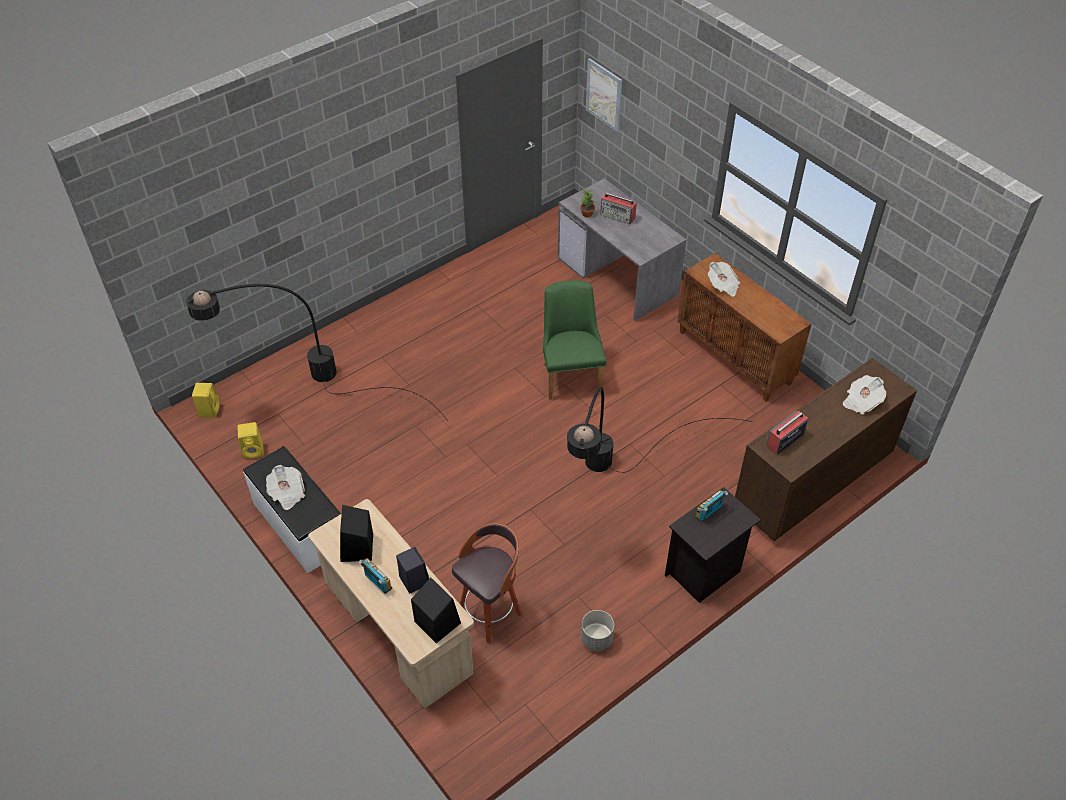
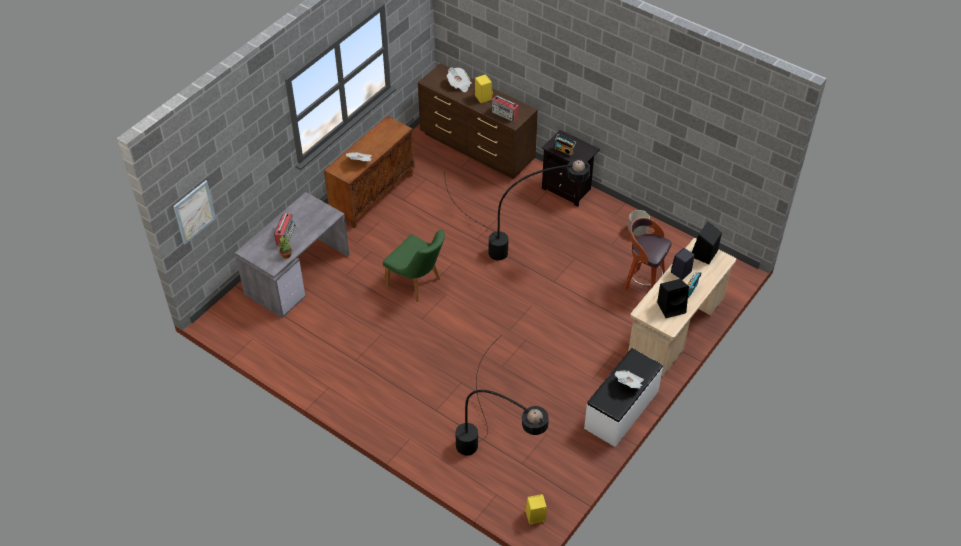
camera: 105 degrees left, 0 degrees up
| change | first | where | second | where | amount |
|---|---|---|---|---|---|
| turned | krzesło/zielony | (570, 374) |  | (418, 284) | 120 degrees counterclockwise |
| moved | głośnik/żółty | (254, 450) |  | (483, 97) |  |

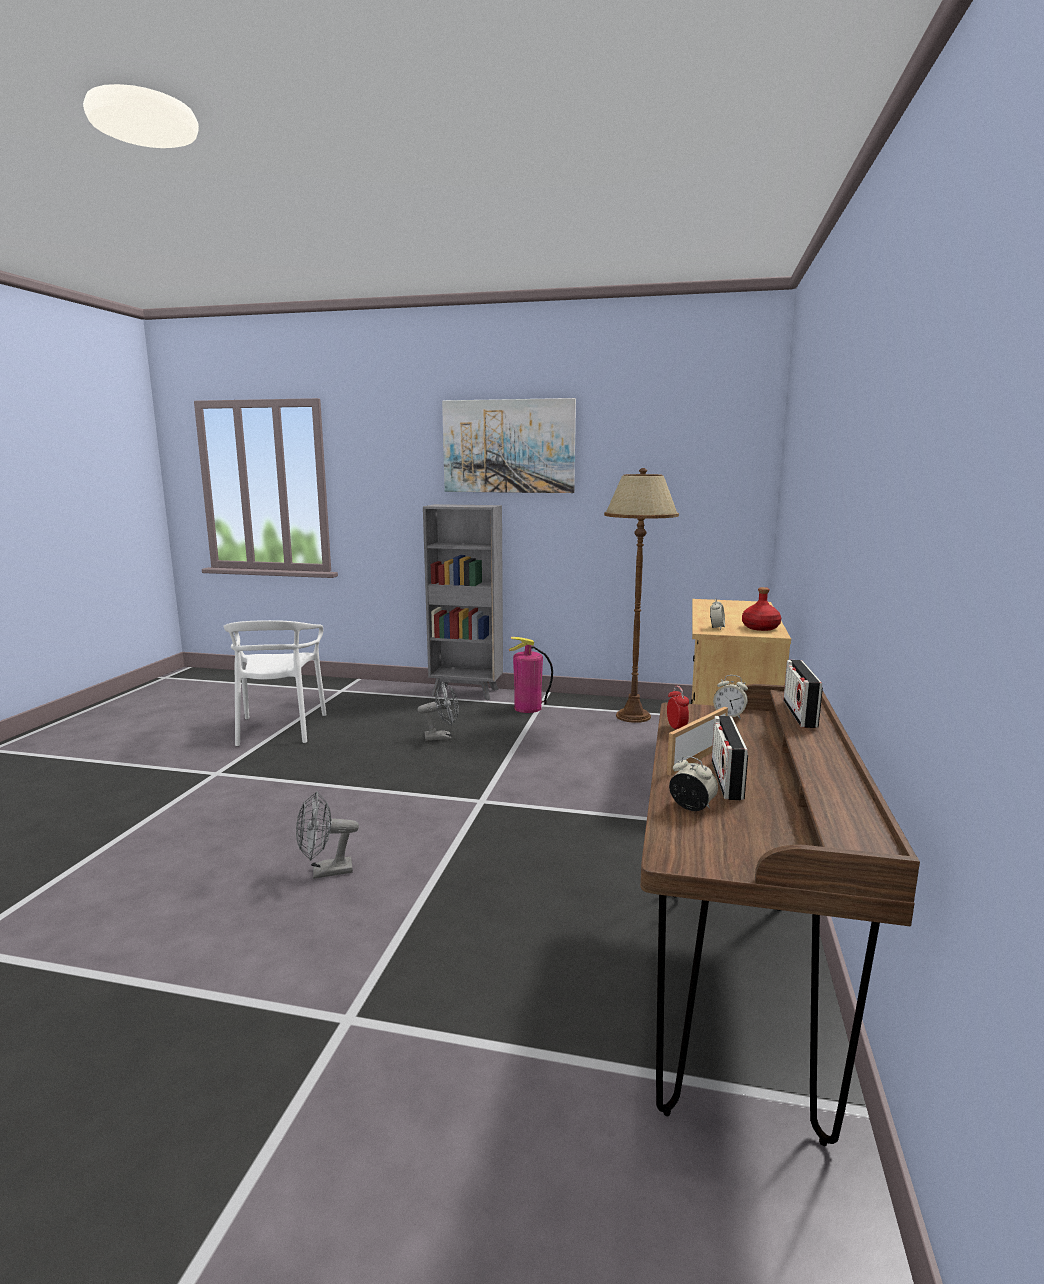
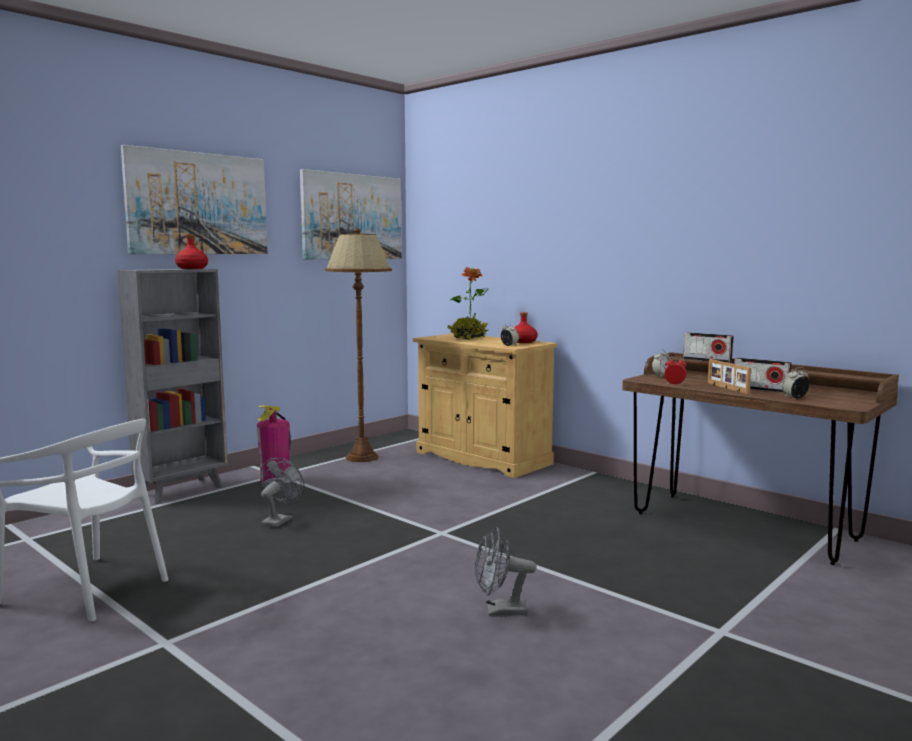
camera: 60 degrees left, 5 degrees down
| change | first | where | second | where | amount |
|---|---|---|---|---|---|
| added |  |  | butelka/czerwony | (192, 268) |  |
| added |  |  | obraz | (352, 217) |  |
| added |  |  | roślina doniczkowa | (468, 338) |  |
| turned | wentylator/szary | (325, 872) |  | (499, 611) | 75 degrees clockwise |

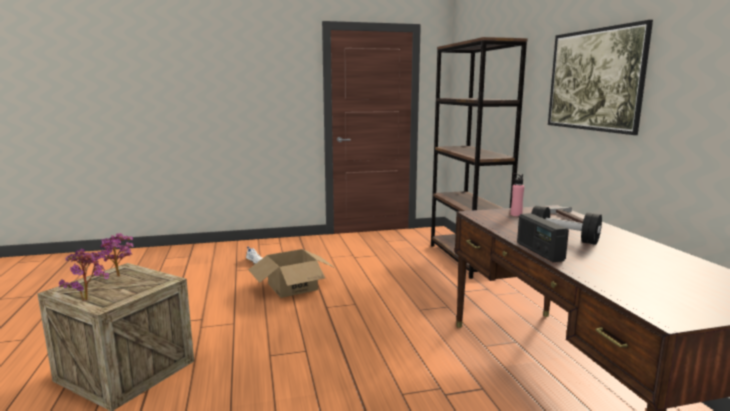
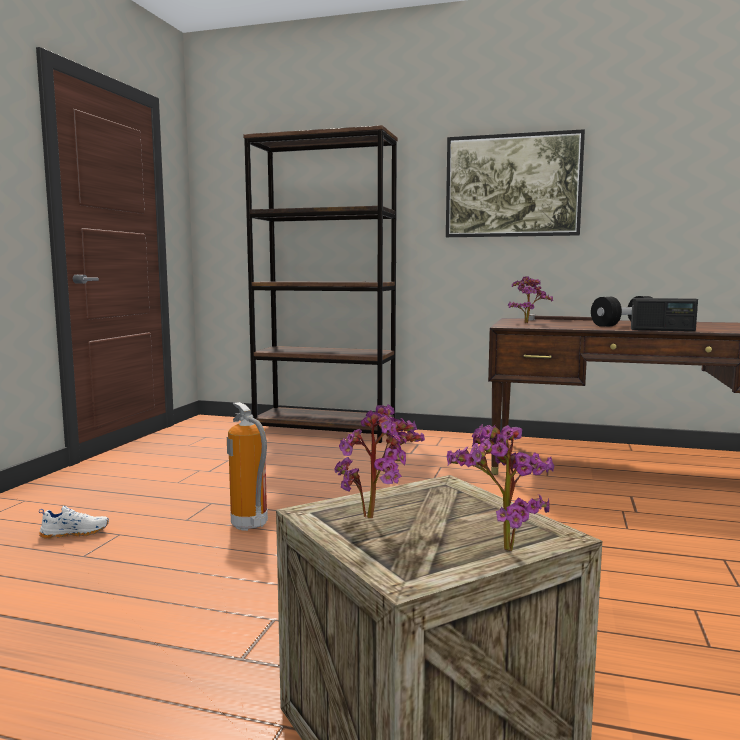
camera: 60 degrees left, 5 degrees down
| change | first | where | second | where | amount |
|---|---|---|---|---|---|
| replaced | karton | (293, 286) | gaśnica | (250, 525) |  |
| replaced | butelka/różowy | (516, 214) | roślina doniczkowa | (527, 323) |  |

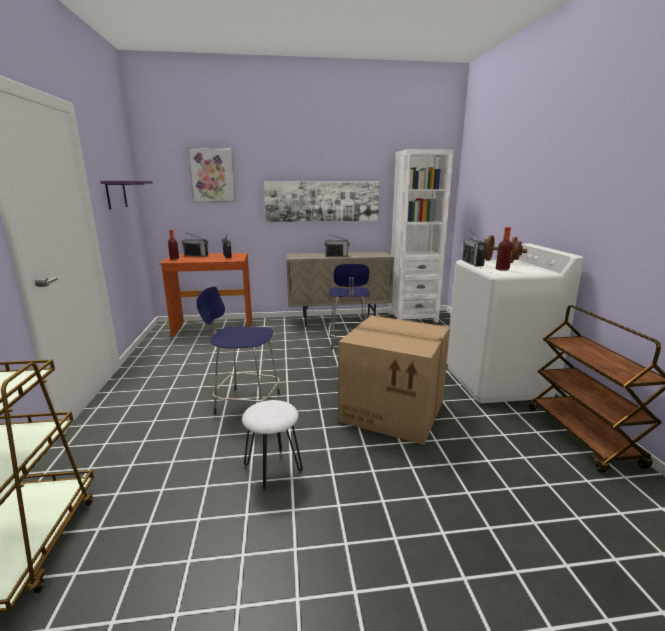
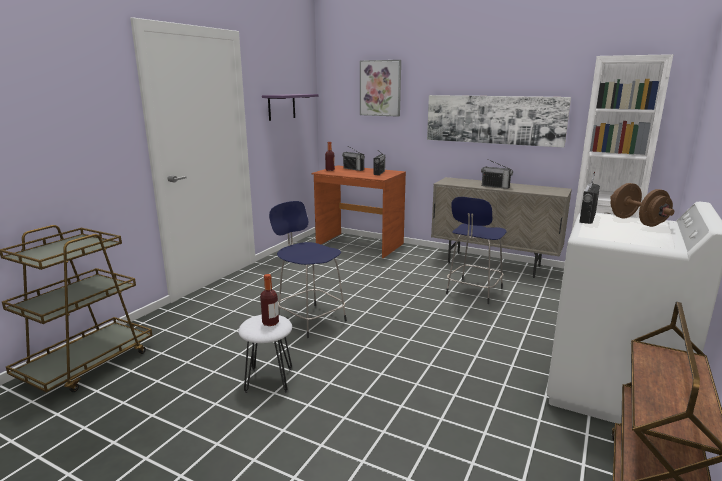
camera: 35 degrees right, 0 degrees up
| change | first | where | second | where | amount |
|---|---|---|---|---|---|
| moved | butelka | (502, 269) |  | (270, 323) |  |
| removed | karton | (394, 410) |  |  |  |

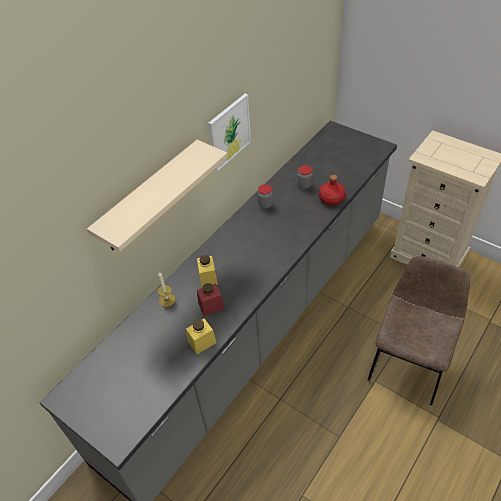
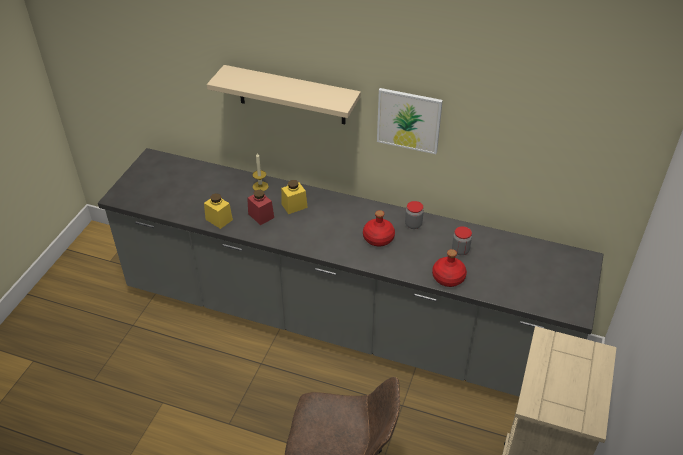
camera: 70 degrees right, 5 degrees down
| change | first | where | second | where | amount |
|---|---|---|---|---|---|
| added |  |  | butelka/czerwony | (378, 238) |  |

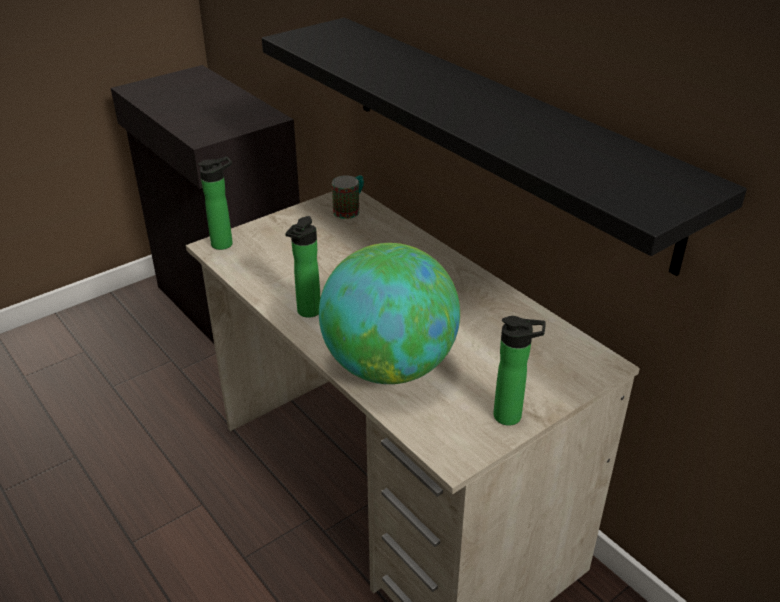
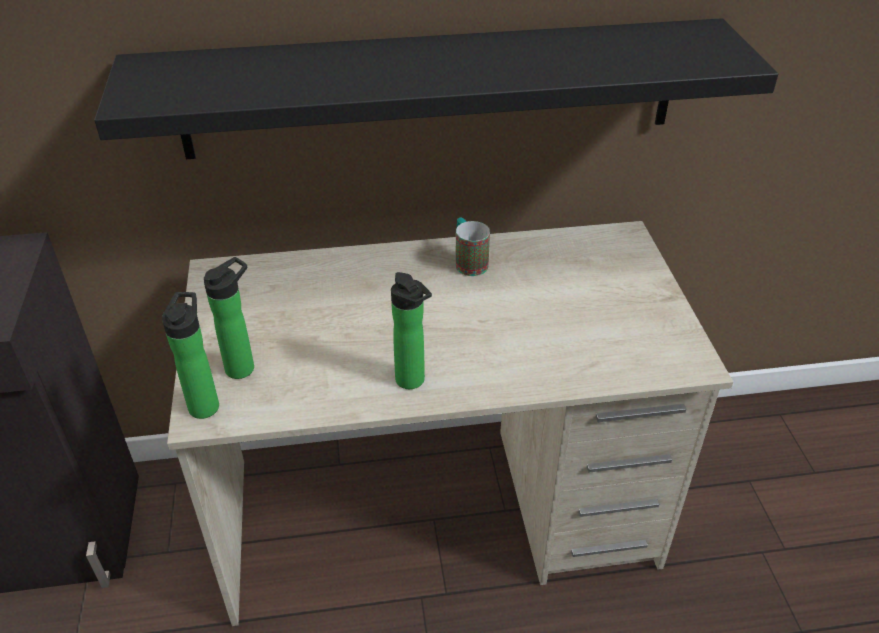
camera: 60 degrees left, 5 degrees up
| change | first | where | second | where | amount |
|---|---|---|---|---|---|
| moved | butelka | (512, 416) |  | (243, 366) |  |
| moved | kubek | (350, 209) |  | (468, 261) |  |
| removed | globus | (389, 366) |  |  |  |

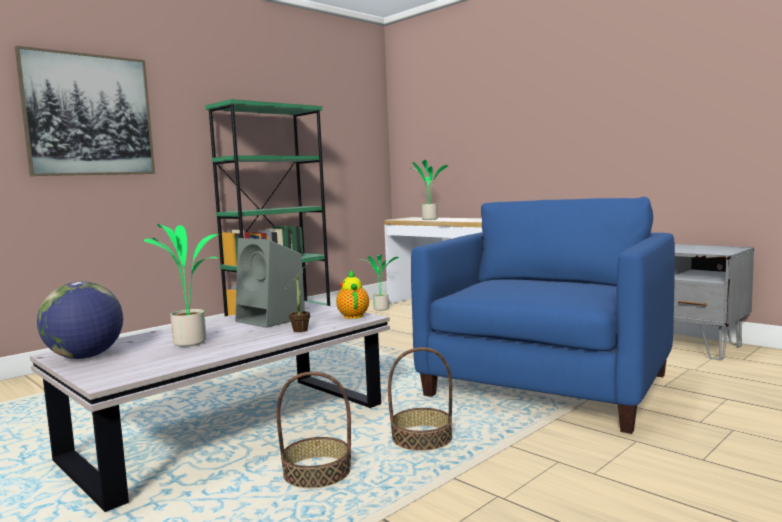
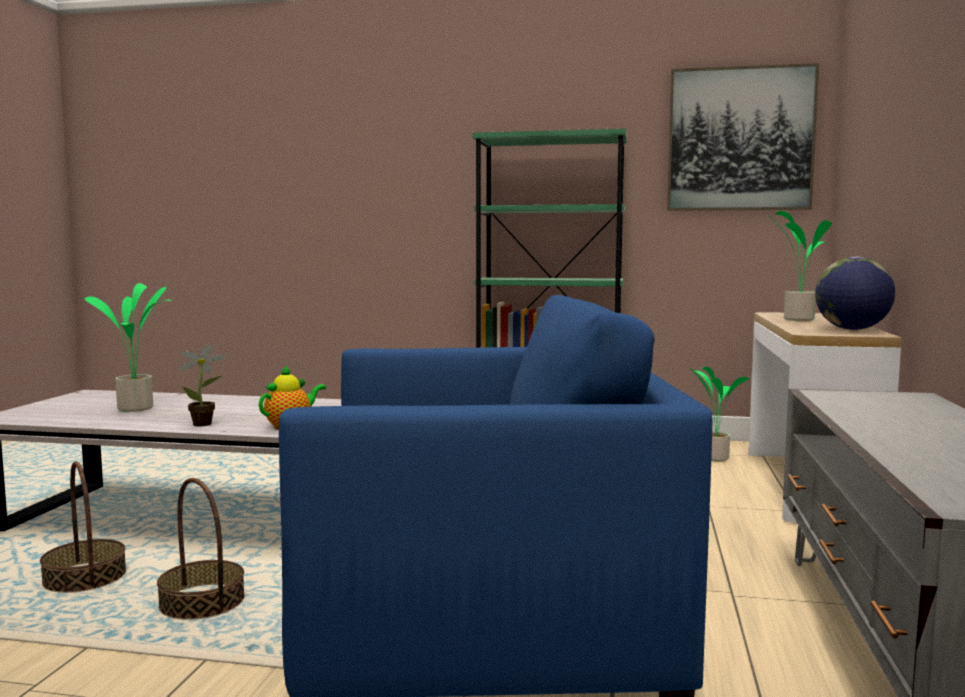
camera: 55 degrees right, 0 degrees up
| change | first | where | second | where | amount |
|---|---|---|---|---|---|
| moved | obraz | (89, 115) |  | (740, 139) |  |
| moved | globus | (85, 357) |  | (852, 329) |  |
| removed | głośnik/szary | (272, 319) |  |  |  |

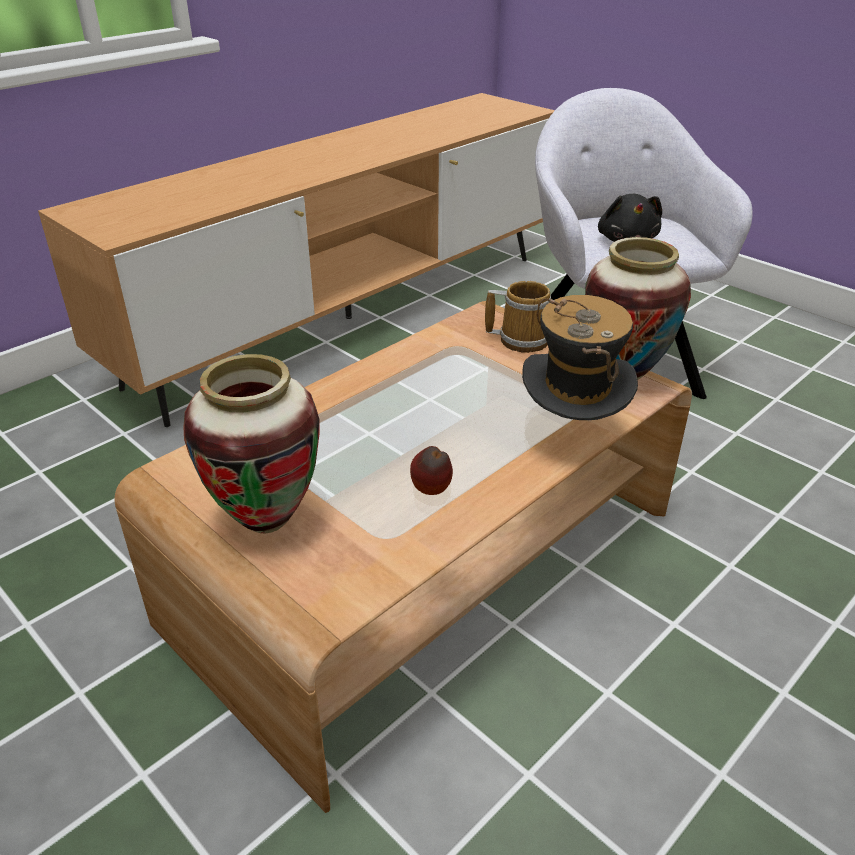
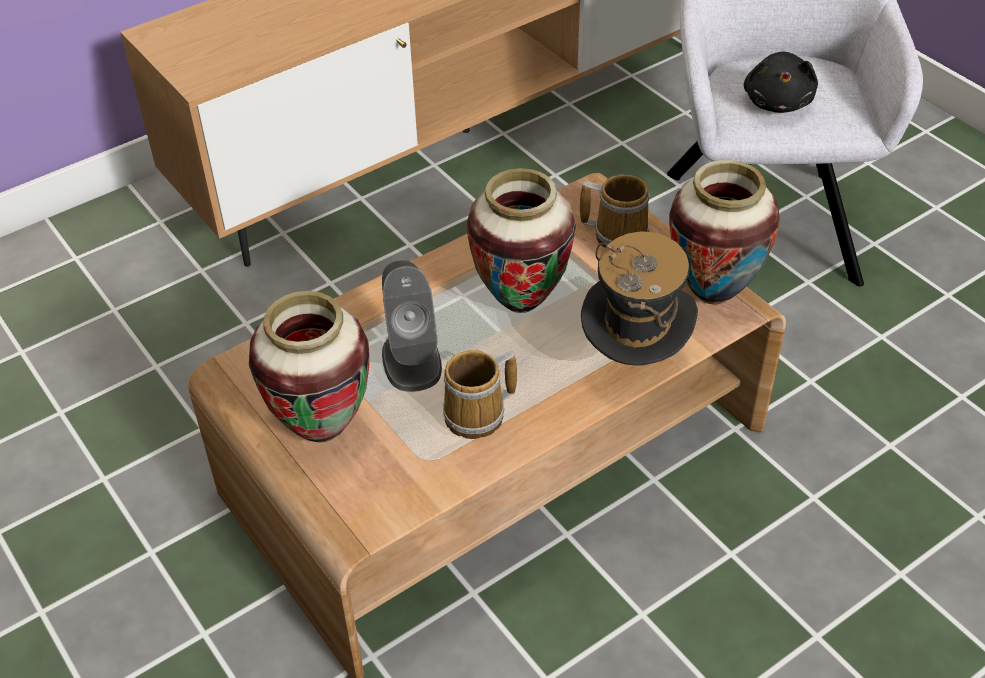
camera: 10 degrees right, 10 degrees up
| change | first | where | second | where | amount |
|---|---|---|---|---|---|
| added |  |  | głośnik/szary | (411, 360) |  |
| replaced | jabłko | (431, 492) | kubek | (479, 415) |  |
| added |  |  | wazon | (520, 301) |  |

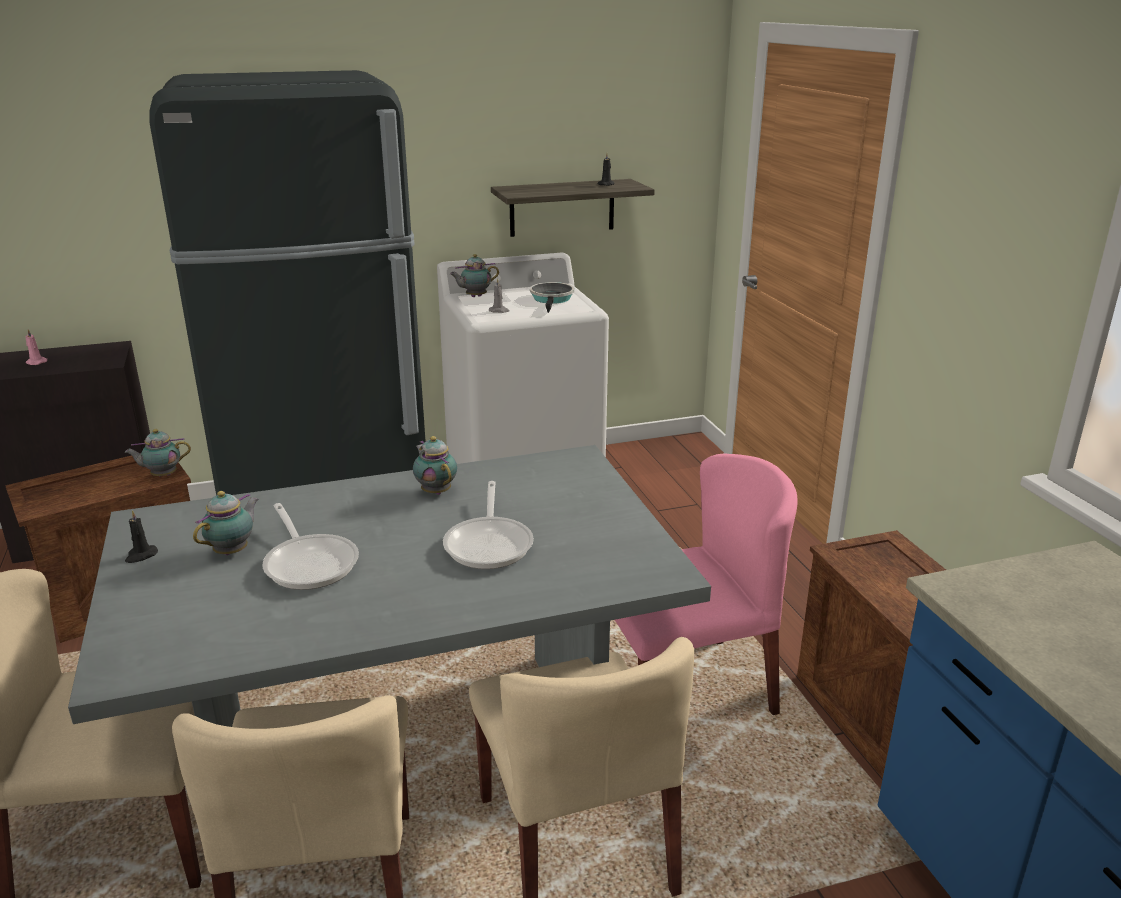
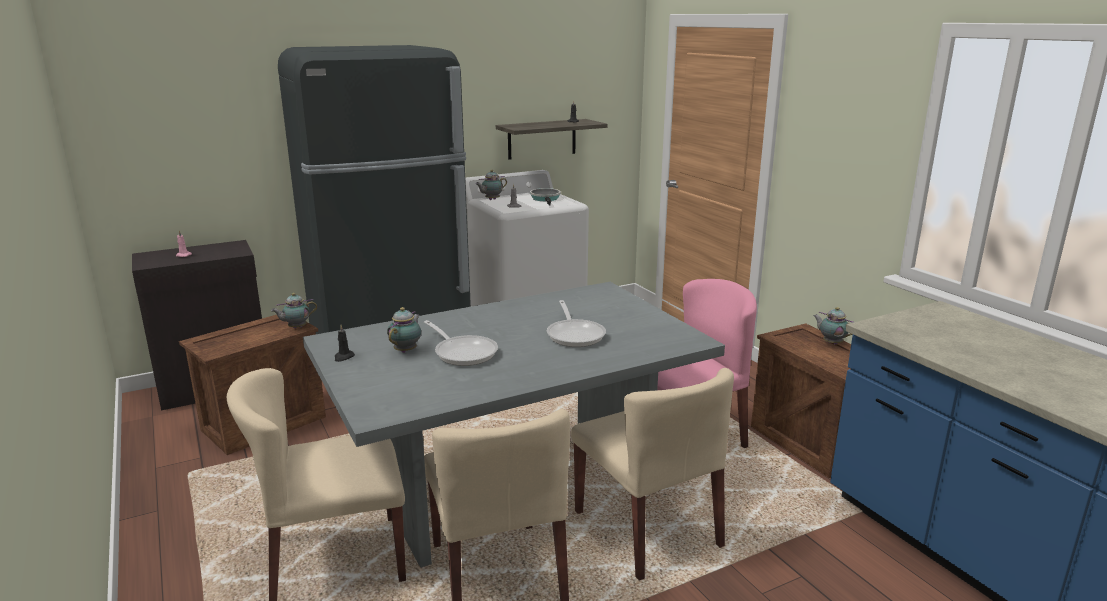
camera: 10 degrees left, 5 degrees down
| change | first | where | second | where | amount |
|---|---|---|---|---|---|
| moved | imbryk | (436, 491) |  | (831, 343) |  |

